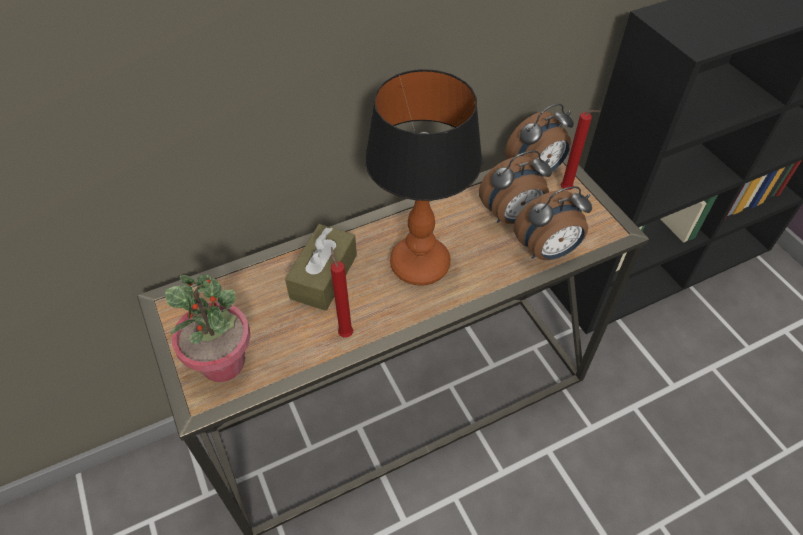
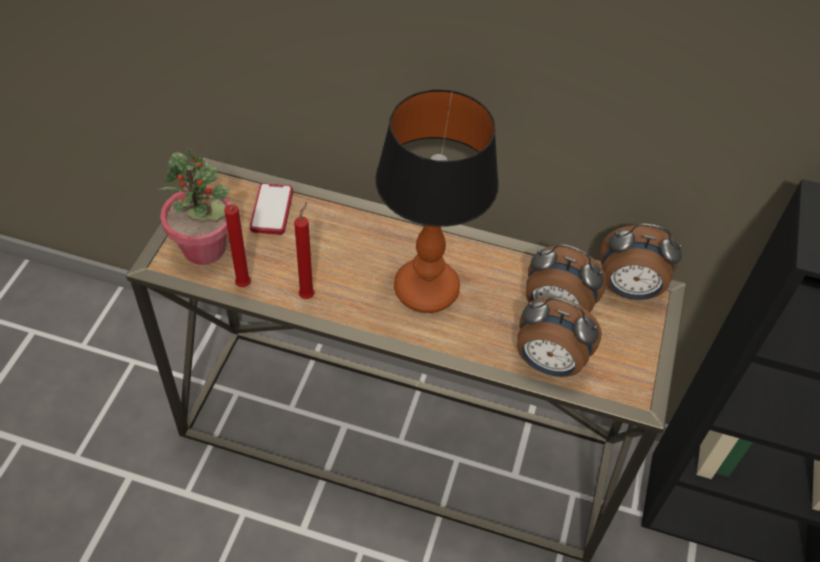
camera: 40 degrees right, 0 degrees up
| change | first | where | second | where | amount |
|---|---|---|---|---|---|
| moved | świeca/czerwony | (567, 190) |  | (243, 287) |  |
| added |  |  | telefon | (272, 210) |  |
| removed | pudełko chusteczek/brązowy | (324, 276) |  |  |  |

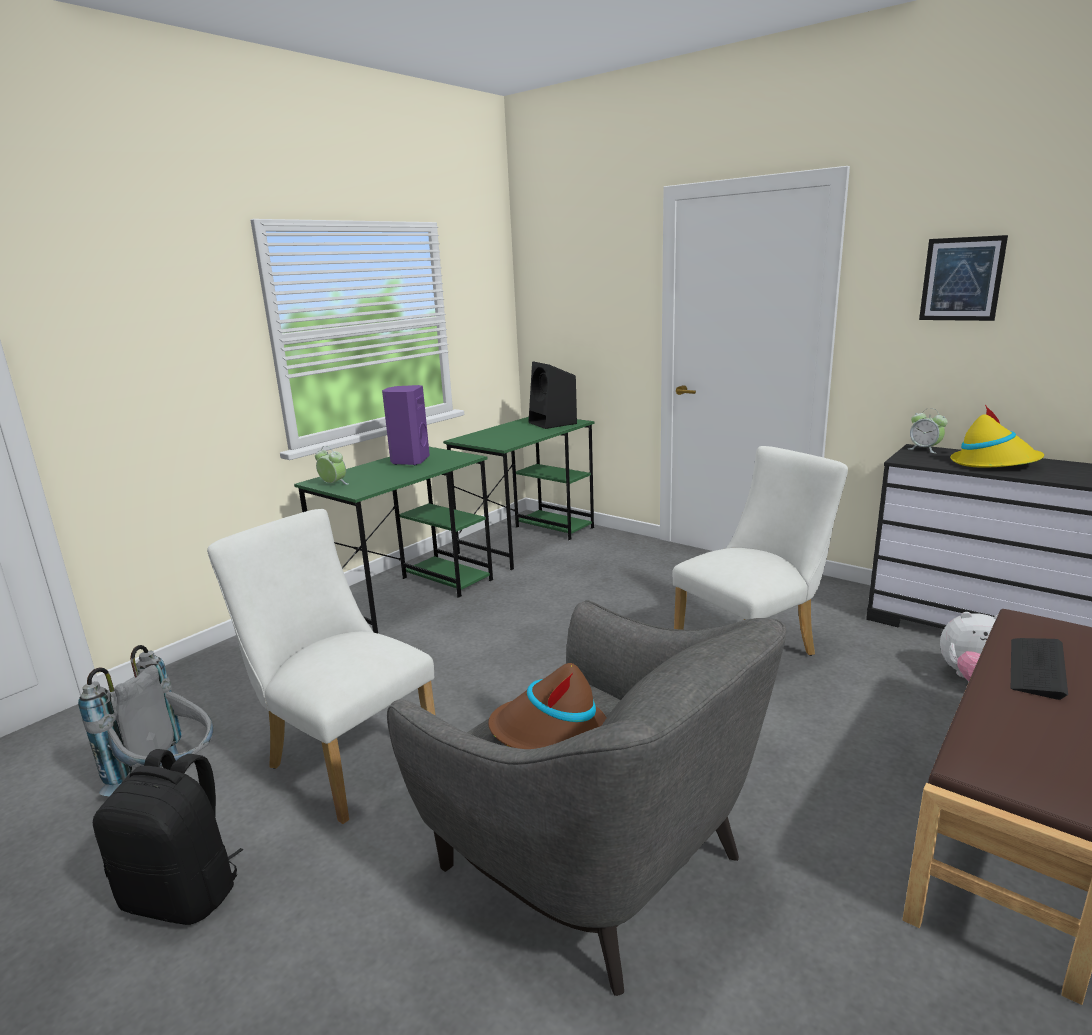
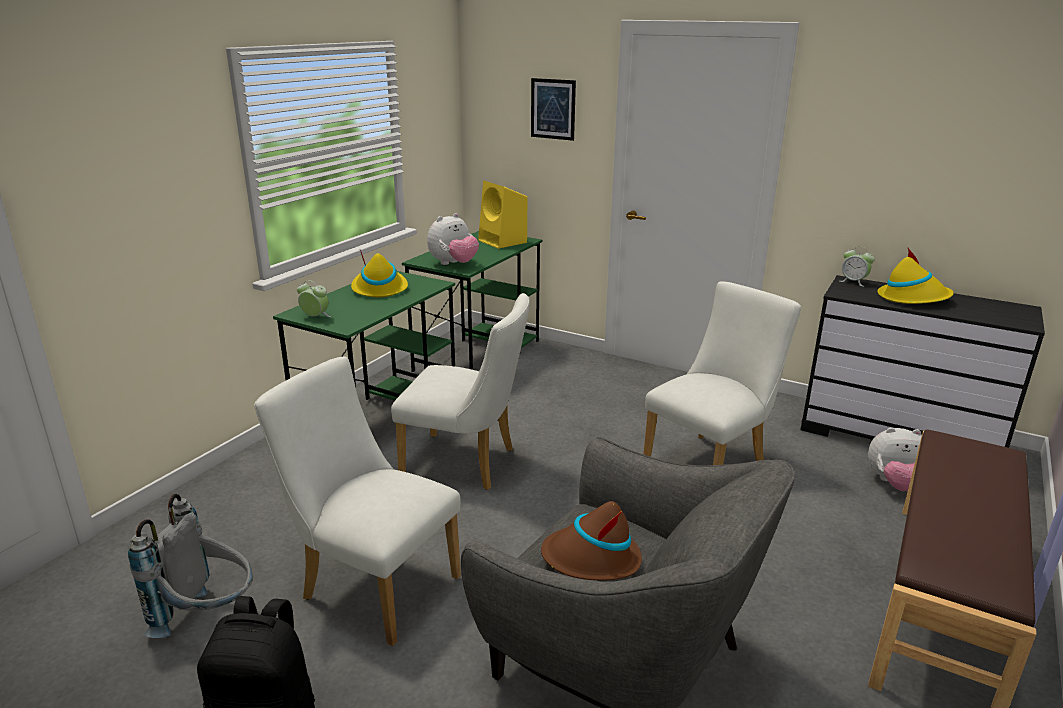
camera: 10 degrees left, 5 degrees up
| change | first | where | second | where | amount |
|---|---|---|---|---|---|
| replaced | głośnik/fioletowy | (409, 461) | kapelusz/żółty | (379, 288) |  |
| added |  |  | krzesło/biały | (467, 464) |  |
| added |  |  | pluszak | (453, 264) |  |
| recoloured | głośnik/czarny | (553, 423) | głośnik/żółty | (503, 242) |  |
| moved | obraz | (961, 279) |  | (553, 109) |  |
| removed | klawiatura | (1036, 668) |  |  |  |

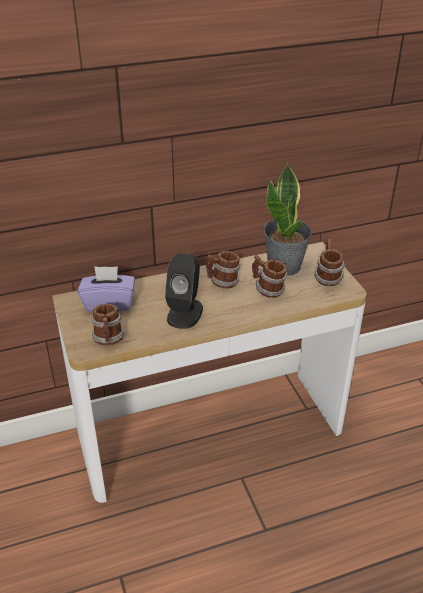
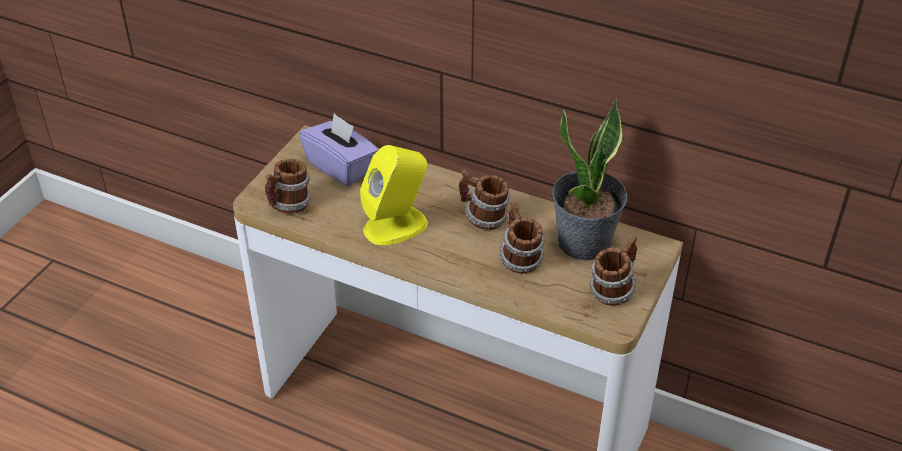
camera: 45 degrees right, 5 degrees up
| change | first | where | second | where | amount |
|---|---|---|---|---|---|
| recoloured | głośnik/czarny | (185, 313) | głośnik/żółty | (396, 226) |  |

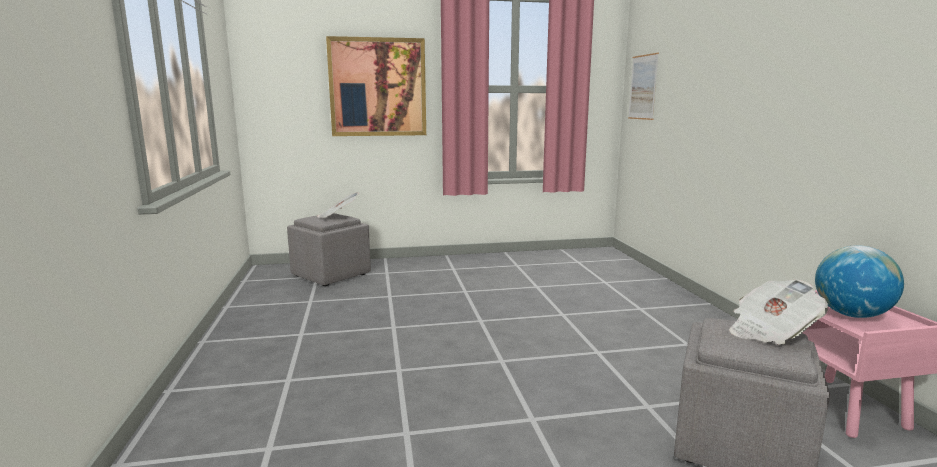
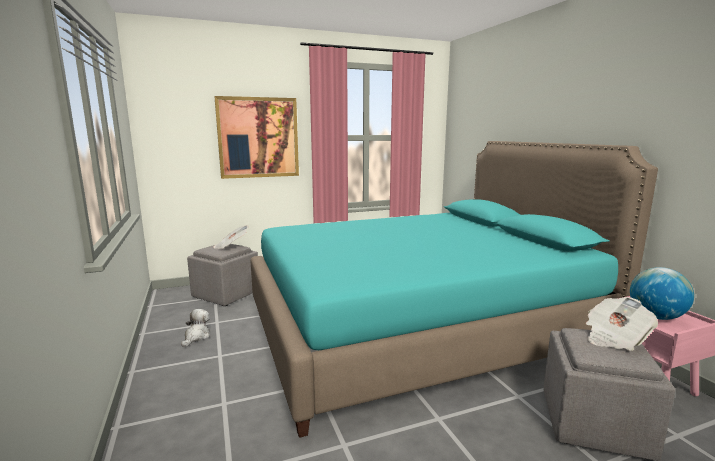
camera: 10 degrees left, 0 degrees up
| change | first | where | second | where | amount |
|---|---|---|---|---|---|
| added |  |  | pluszak | (196, 337) |  |
| added |  |  | łóżko/turkusowy | (418, 328) |  |
| removed | obraz | (643, 87) |  |  |  |

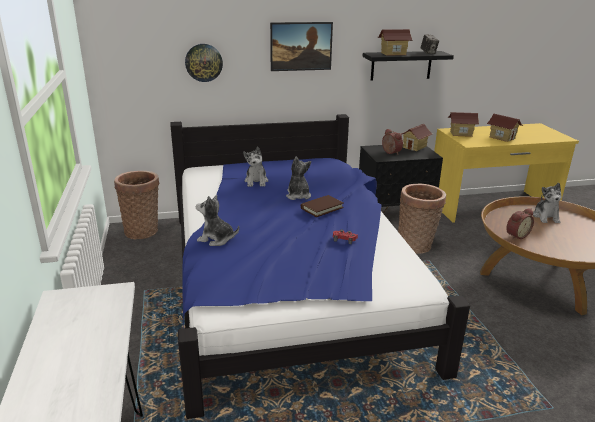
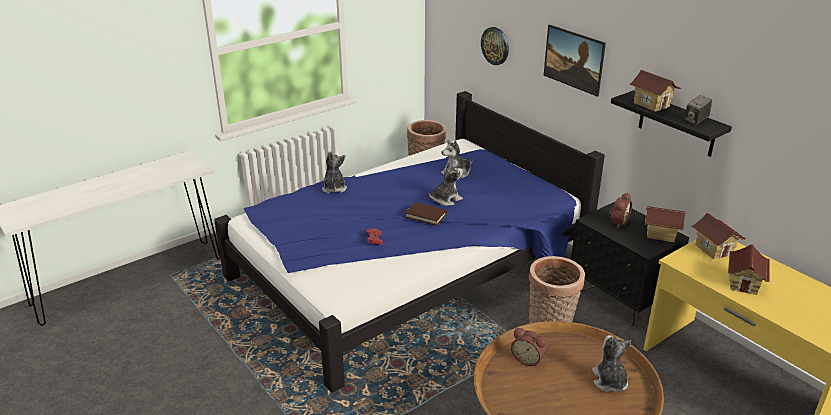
camera: 65 degrees right, 5 degrees up
| change | first | where | second | where | amount |
|---|---|---|---|---|---|
| turned | pluszak | (546, 217) |  | (609, 381) | 105 degrees clockwise |

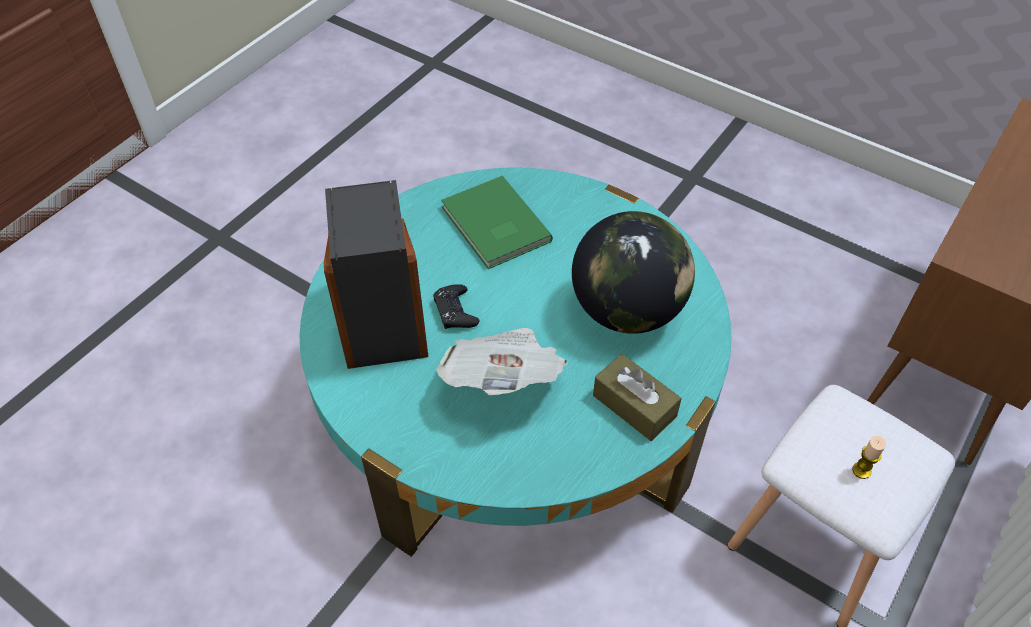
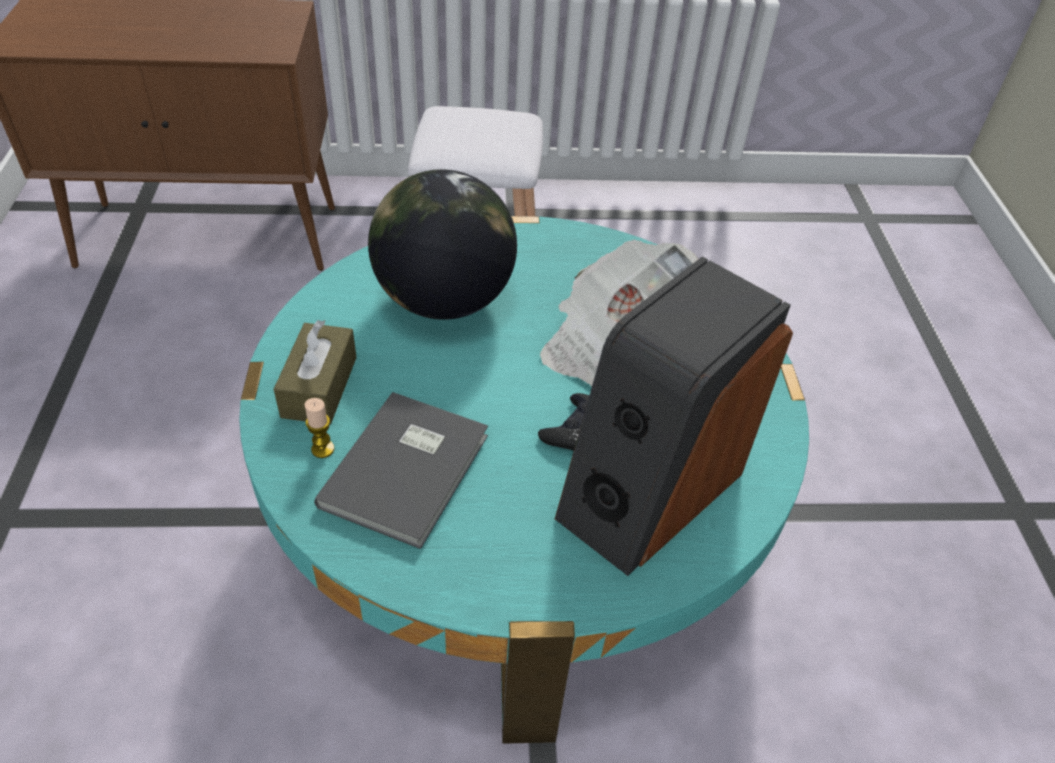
camera: 130 degrees left, 5 degrees down
| change | first | where | second | where | amount |
|---|---|---|---|---|---|
| moved | pudełko chusteczek/brązowy | (634, 406) |  | (319, 387) |  |
| moved | świeca | (861, 470) |  | (323, 449) |  |
| recoloured | książka/zielony | (494, 226) | książka/szary | (410, 470) |  |

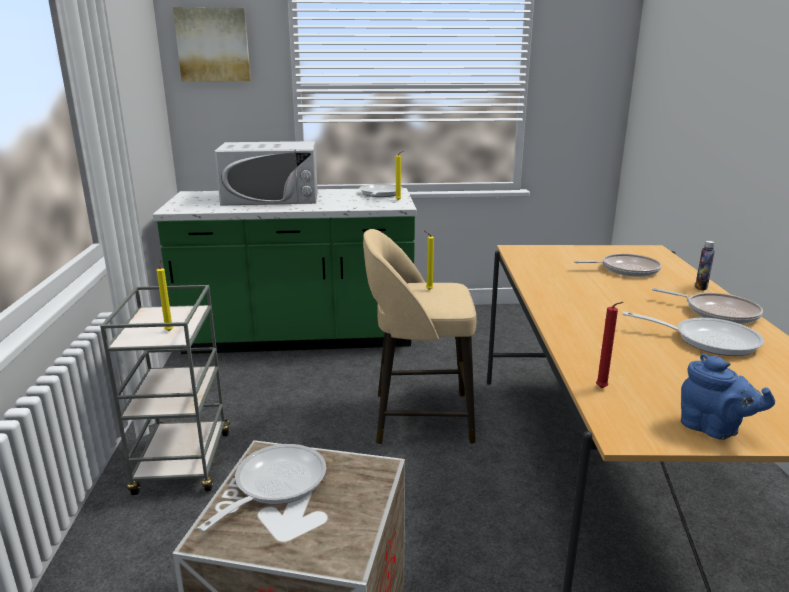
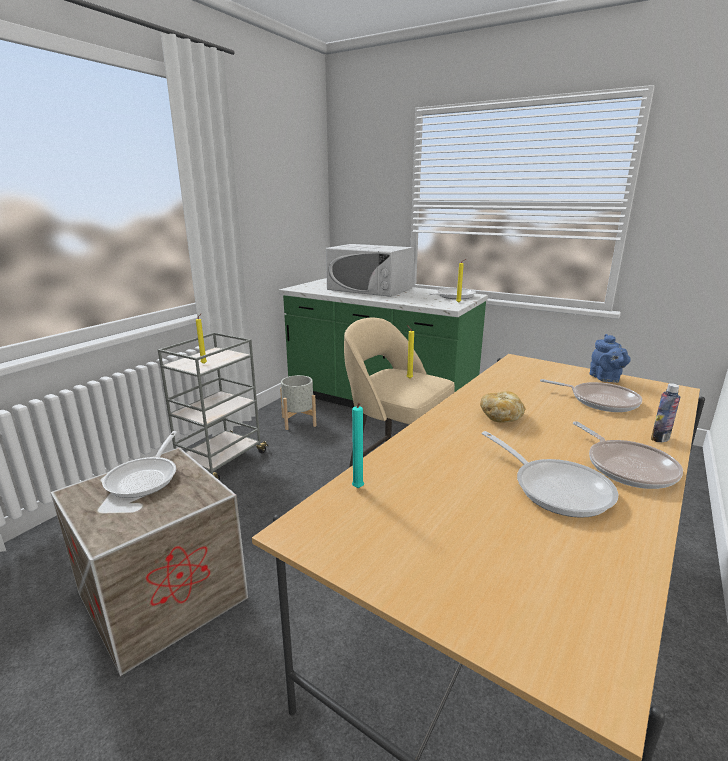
camera: 35 degrees right, 0 degrees up
| change | first | where | second | where | amount |
|---|---|---|---|---|---|
| turned | patelnia | (274, 485) |  | (146, 477) | 120 degrees clockwise |
| added |  |  | donica/szary | (299, 421) |  |
| recoloured | świeca/czerwony | (603, 389) | świeca/turkusowy | (358, 489) |  |
| added |  |  | chleb | (501, 417) |  |
| moved | imbryk/niebieski | (713, 429) |  | (605, 379) |  |
| removed | obraz | (213, 45) |  |  |  |

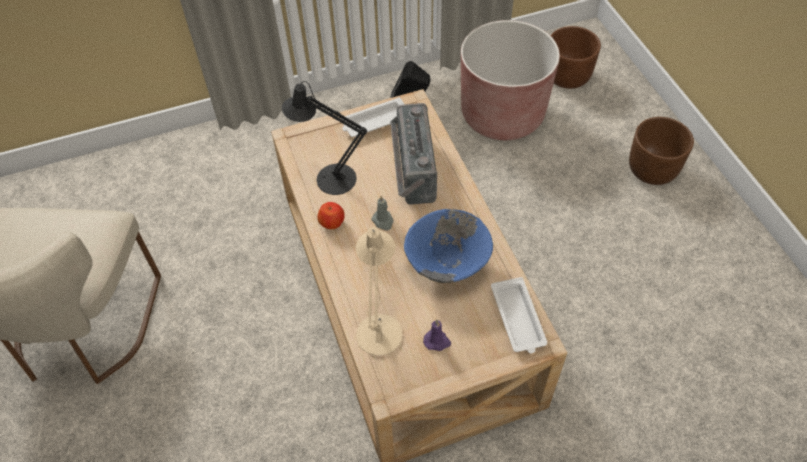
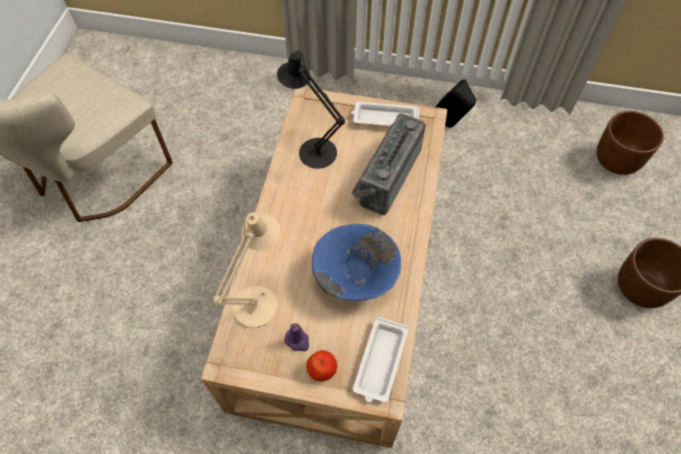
camera: 30 degrees right, 5 degrees up
| change | first | where | second | where | amount |
|---|---|---|---|---|---|
| moved | jabłko | (332, 222) |  | (322, 369) |  |
| removed | świeca/szary | (383, 221) |  |  |  |
| removed | donica/brązowy | (502, 115) |  |  |  |

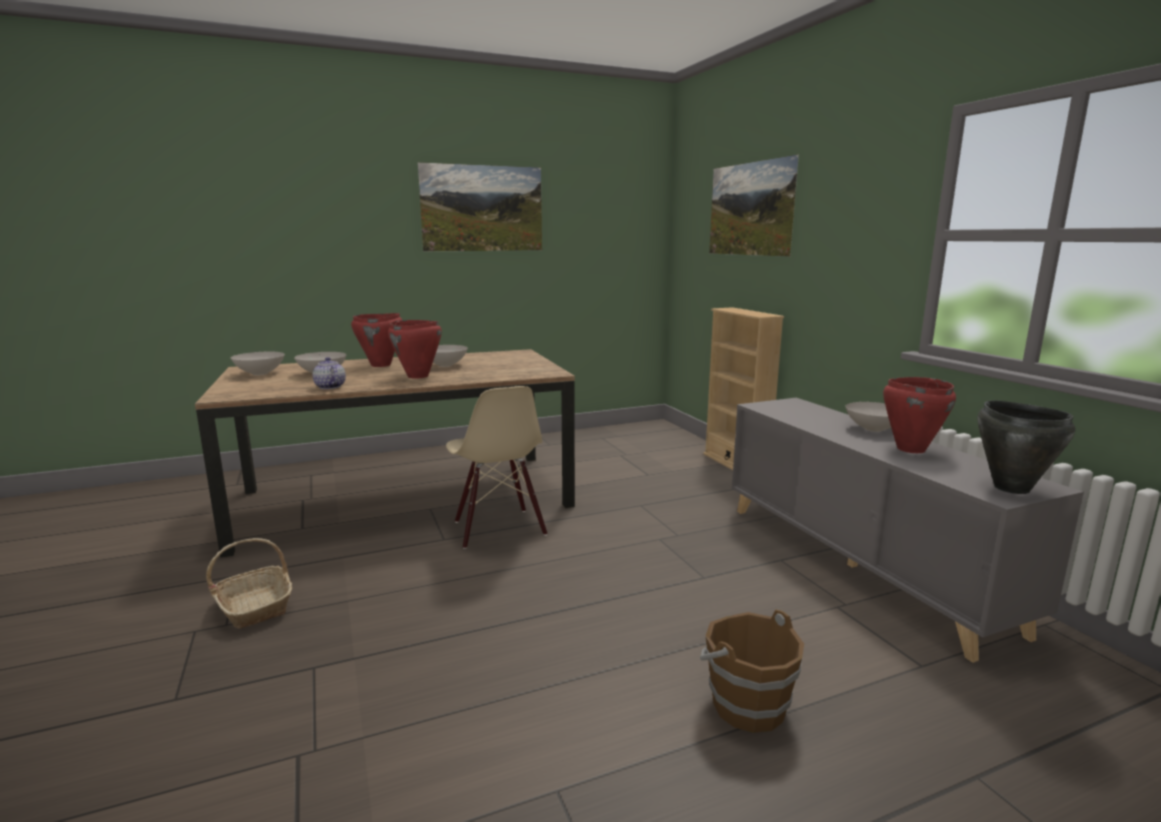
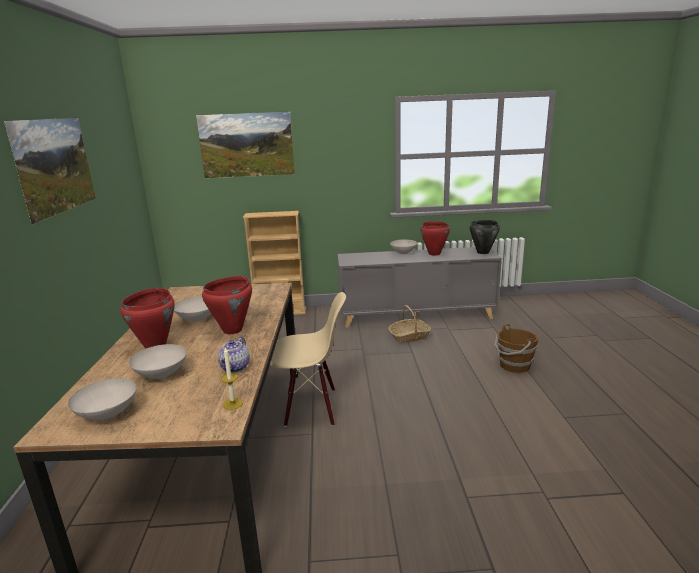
camera: 70 degrees left, 5 degrees up
| change | first | where | second | where | amount |
|---|---|---|---|---|---|
| turned | imbryk | (329, 387) |  | (235, 367) | 60 degrees counterclockwise |
| added |  |  | świeca | (233, 403) |  |
| moved | koszyk | (255, 606) |  | (409, 336) |  |

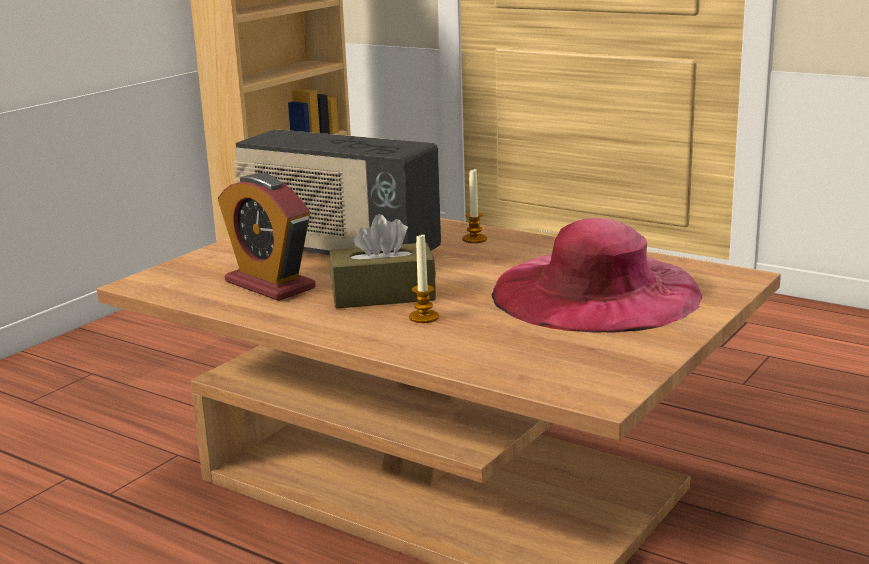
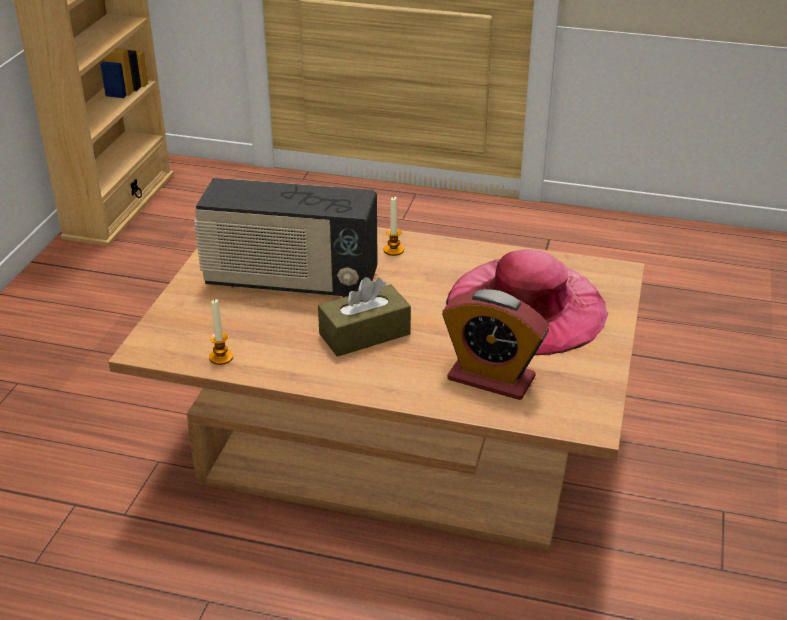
camera: 20 degrees left, 15 degrees up
| change | first | where | second | where | amount |
|---|---|---|---|---|---|
| moved | świeca | (424, 317) |  | (221, 357) |  |
| moved | budzik | (270, 285) |  | (491, 378) |  |

